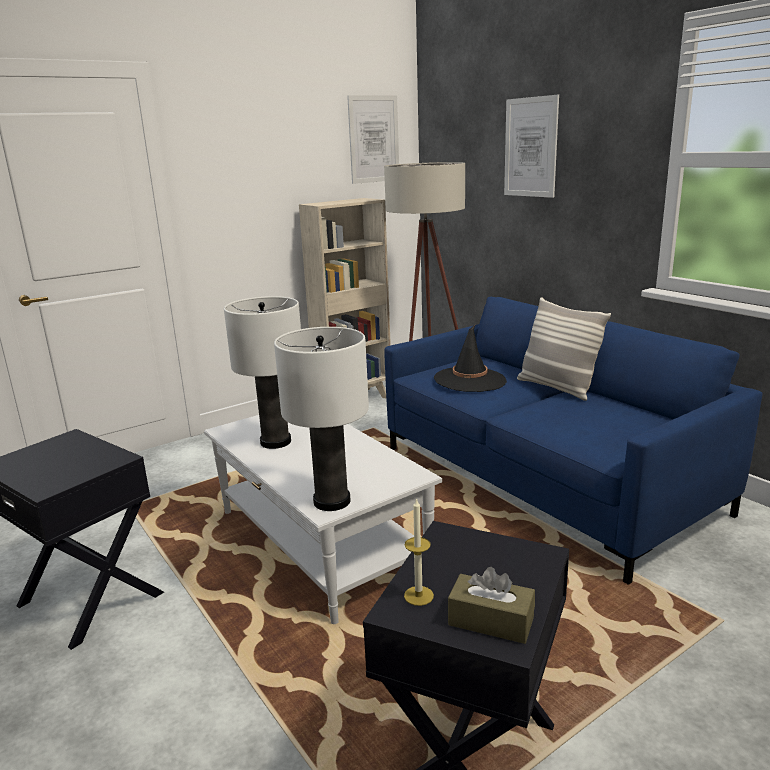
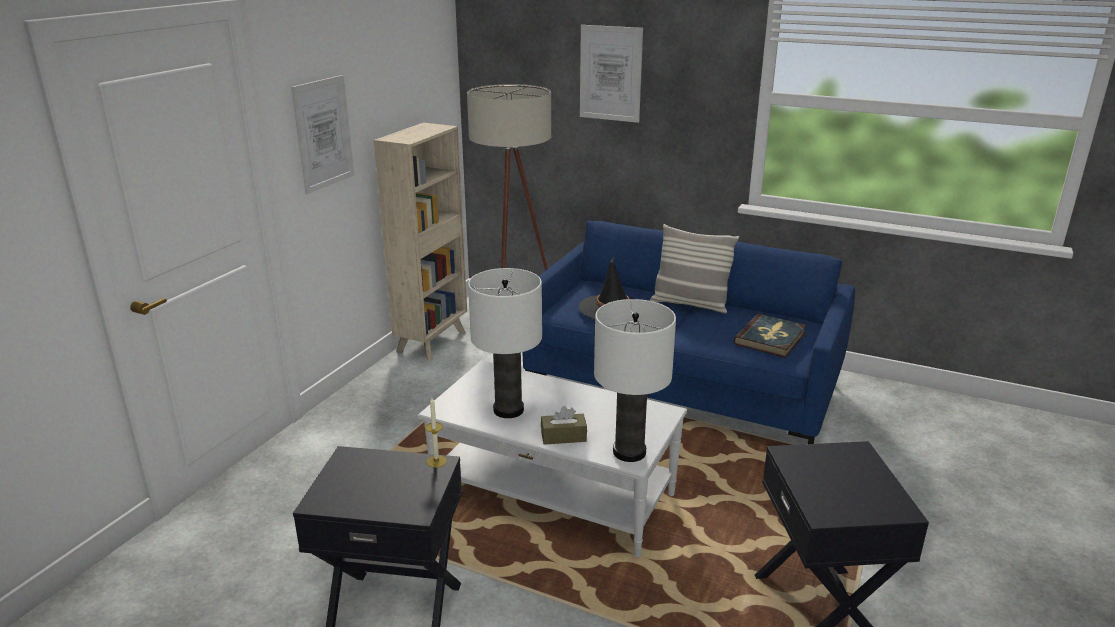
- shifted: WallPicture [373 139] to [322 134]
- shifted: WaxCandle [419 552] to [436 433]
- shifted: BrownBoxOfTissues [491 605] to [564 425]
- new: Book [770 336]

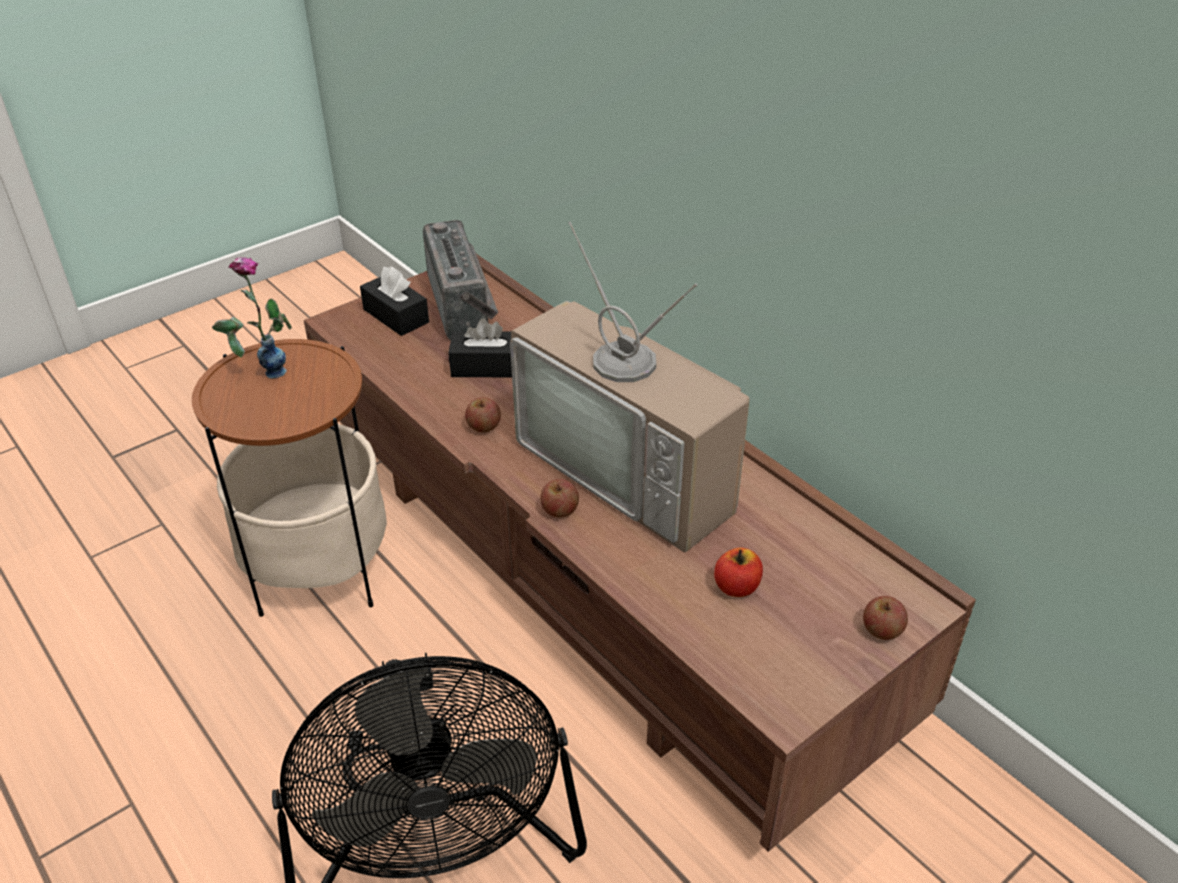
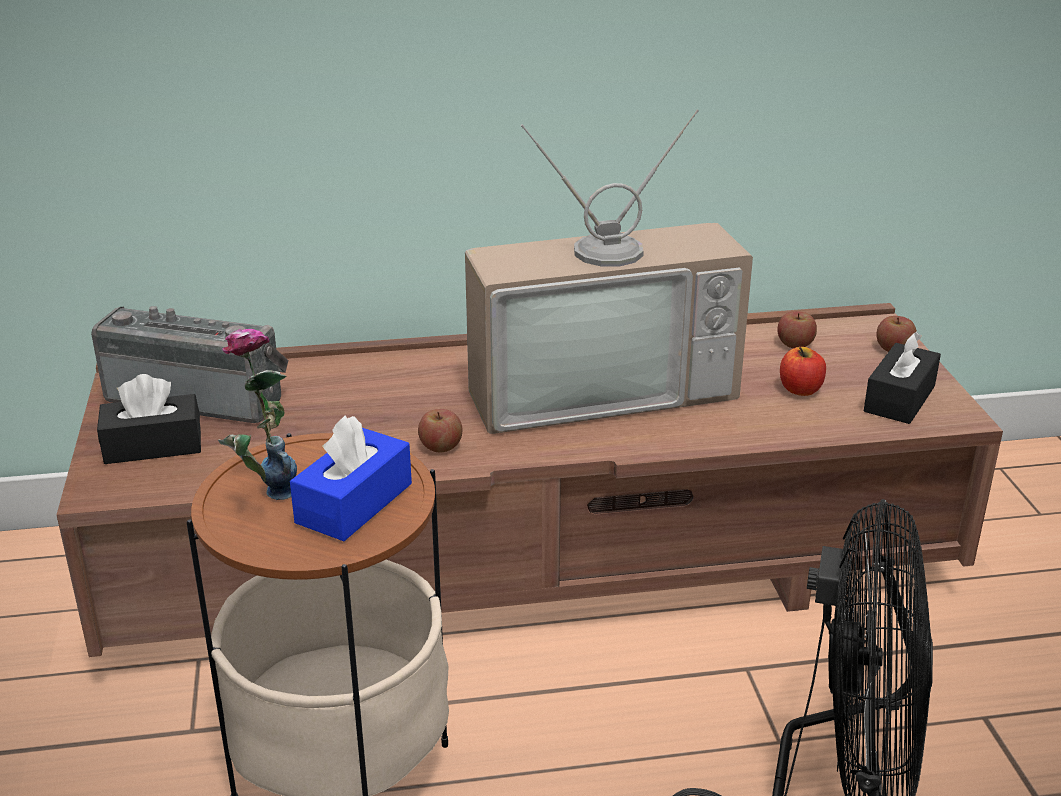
- shifted: BlackColouredBoxOfTissues [480 347] to [902 378]
- shifted: WholeApple [559 498] to [797 329]
- new: BlueBoxOfTissues [351 478]

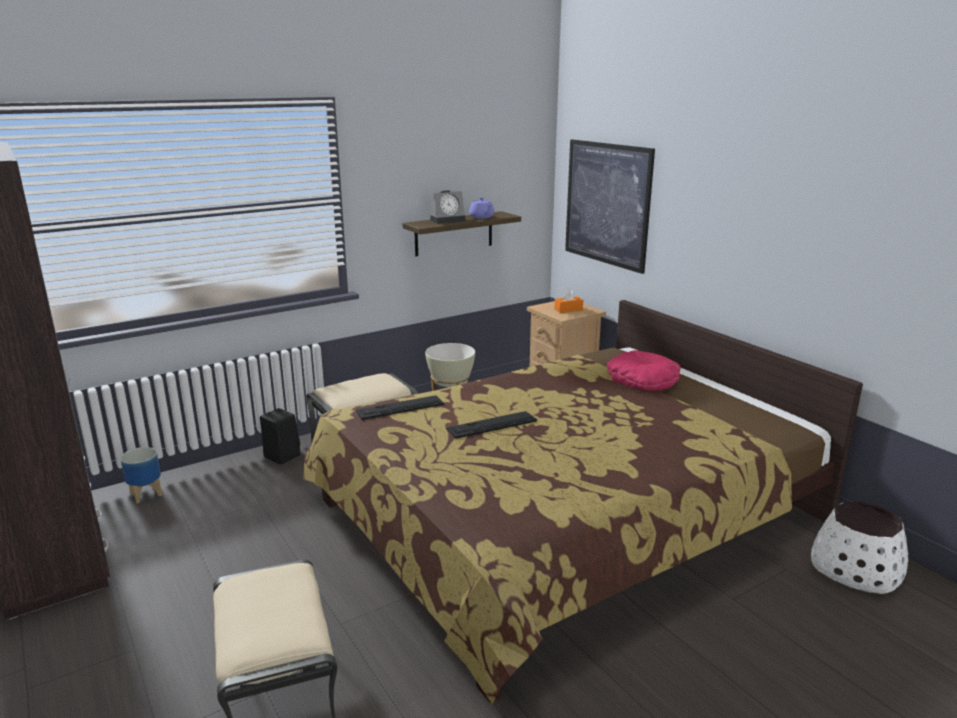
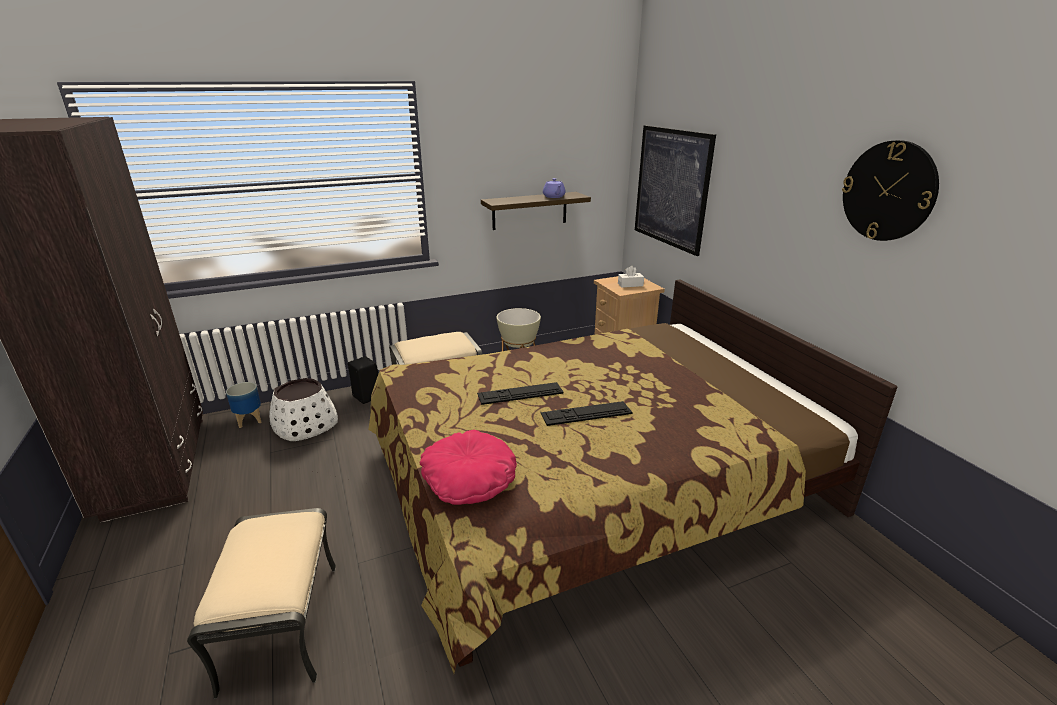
- shifted: PcKeyboard [400 408] to [586 413]
- gone: TableClock [447 207]
- repainted: OrangeBoxOfTissues [568 301] to WhitishBoxOfTissues [631 277]
- shifted: PinkColouredCushion [644 370] to [468 467]
- shifted: WhitishPlanter [859 547] to [303 409]
- new: WallClock [890 190]

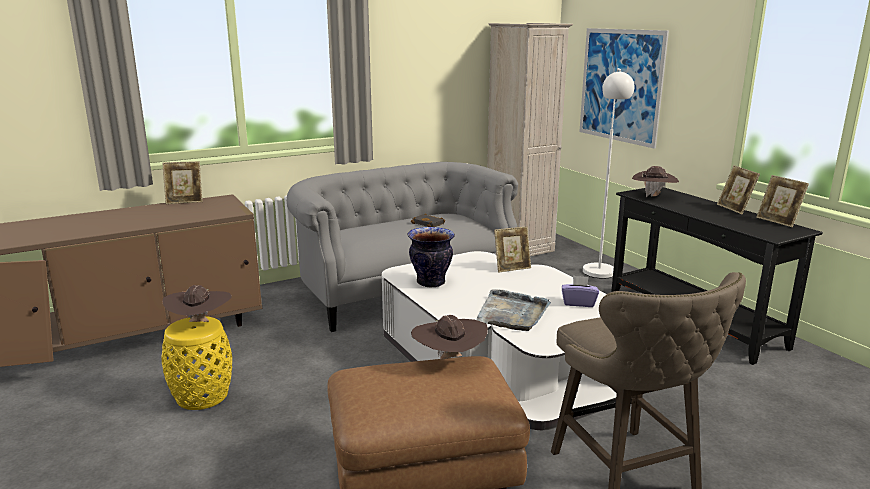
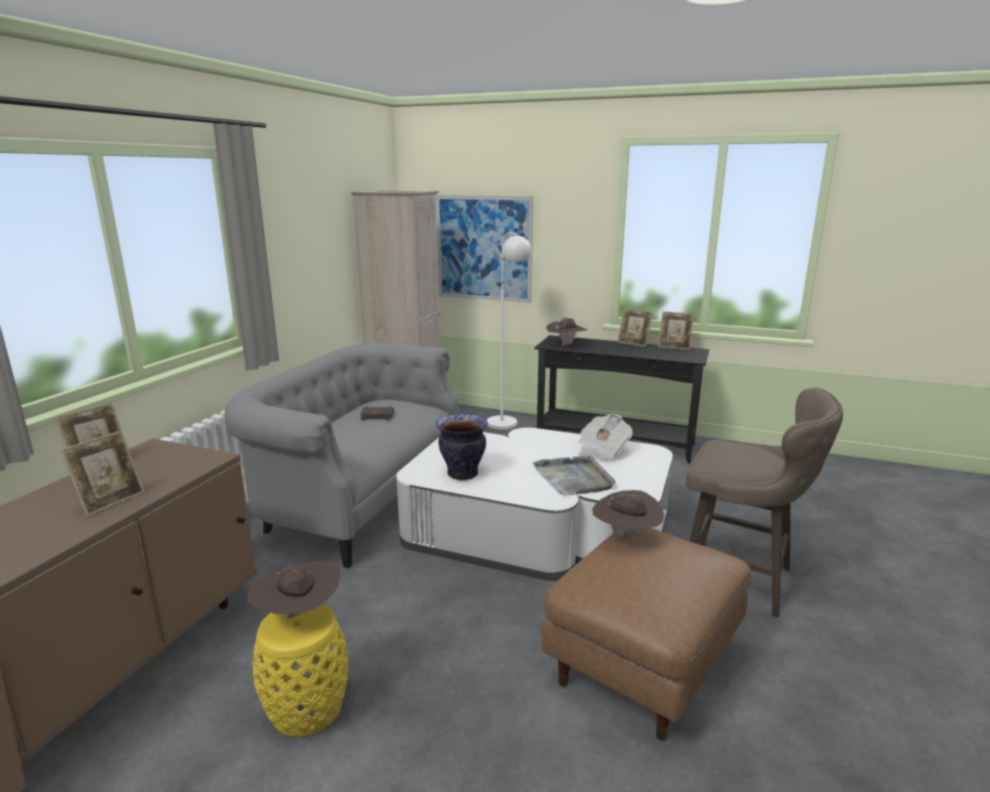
- shifted: PhotoFrame [512 250] to [102 473]
- swapped: PurpleColouredBoxOfTissues [580 291] to DailyPaper [605 437]

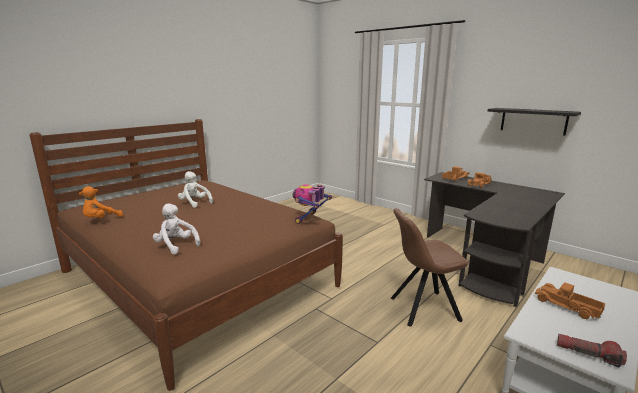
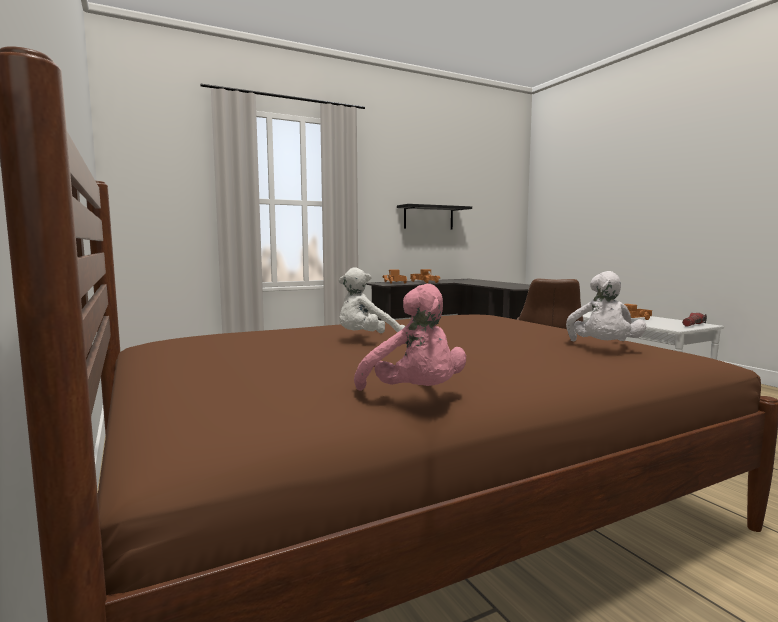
- repainted: OrangeCuddlyToy [101 202] to PinkColouredCuddlyToy [410 337]
- rotated: WhitishCuddlyToy [176 229] = [606 306] 45 degrees counterclockwise
- gone: ModelRobot [312 204]

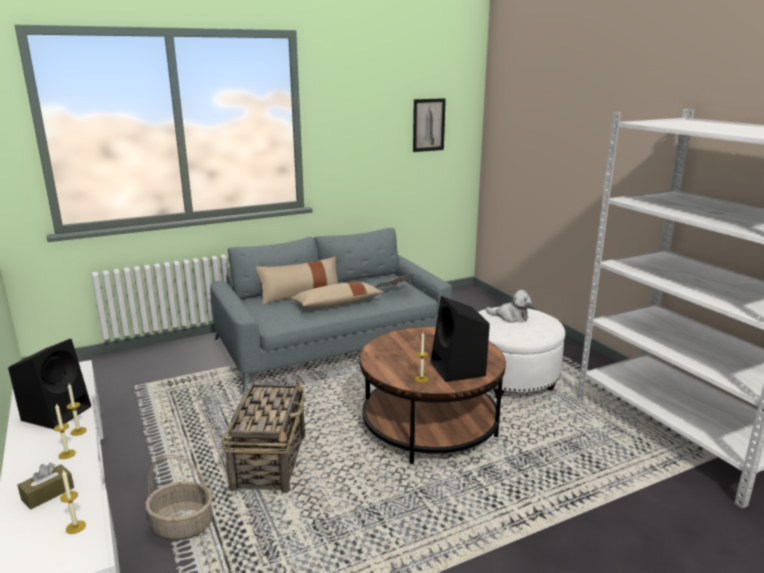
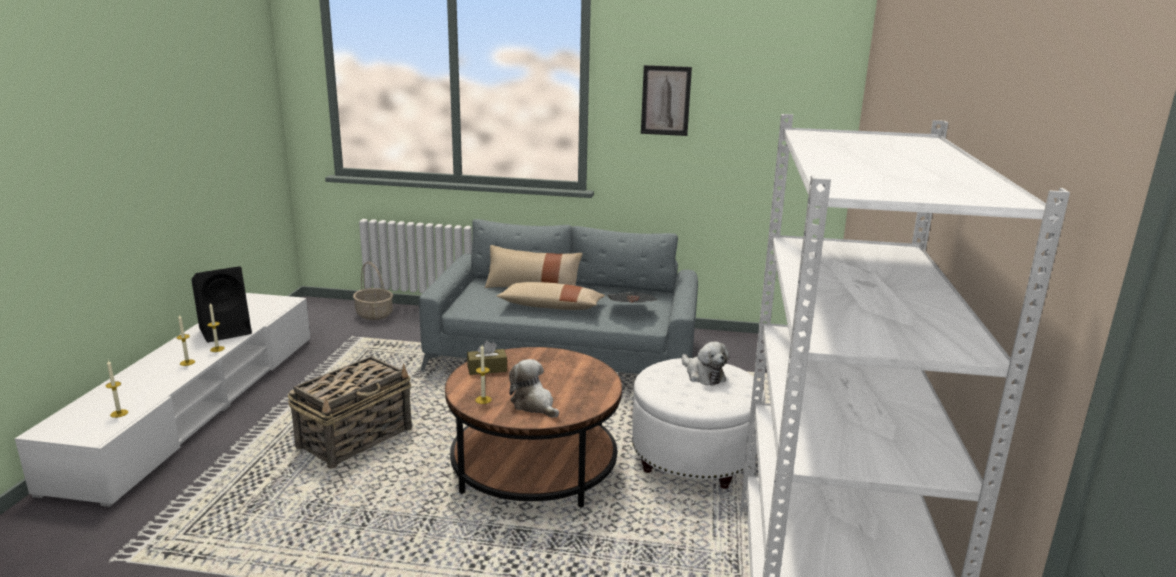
- shifted: BrownBoxOfTissues [46 486] to [487 358]
- shifted: Basket [179 497] to [373 291]
- shifted: WallPicture [429 125] to [666 100]
- swapped: BlackColouredAudioSpeaker [460 339] to CuddlyToy [534 388]

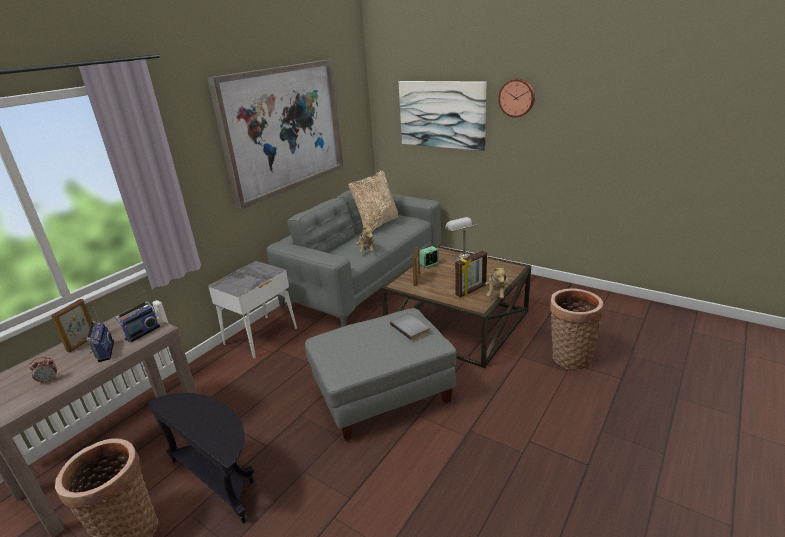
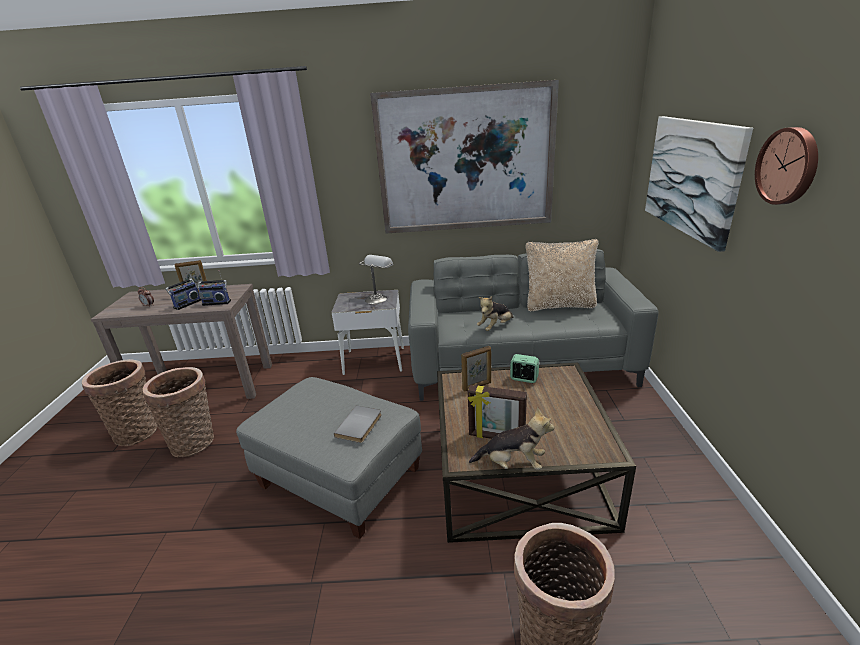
- swapped: BlackColouredAccentTable [200 458] to Basket [178 412]
- shifted: WhitishLampForATable [461 239] to [376 279]
- rotated: CuddlyToy [497 282] = [511 438] 150 degrees counterclockwise

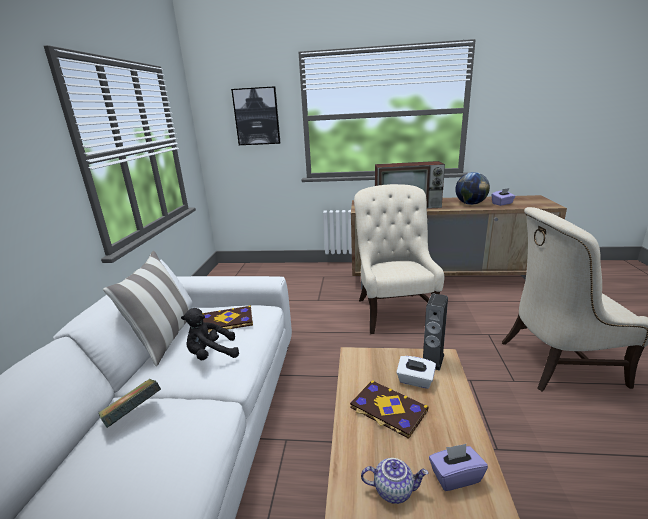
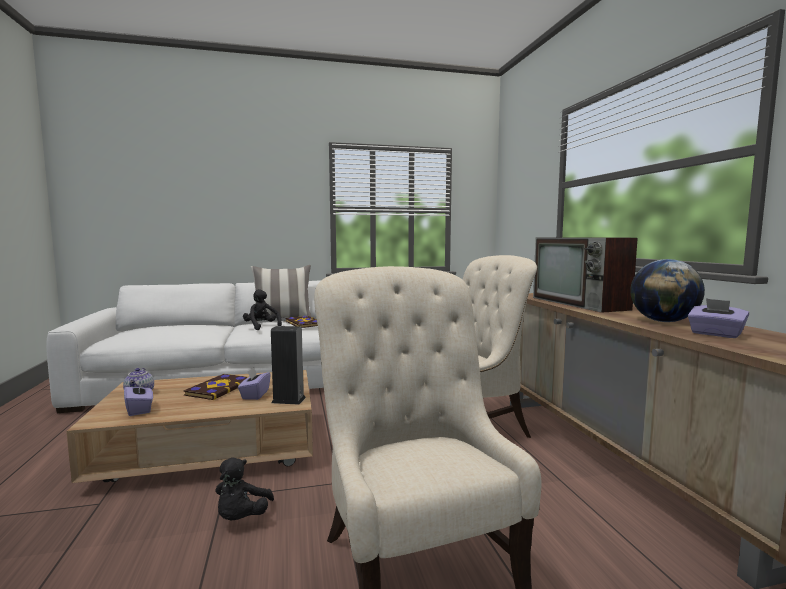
- gone: Book [130 403]
- gone: WallPicture [255 115]
- repainted: WhitishBoxOfTissues [416 372] to PurpleColouredBoxOfTissues [254 383]
- new: BlackColouredCuddlyToy [244 488]

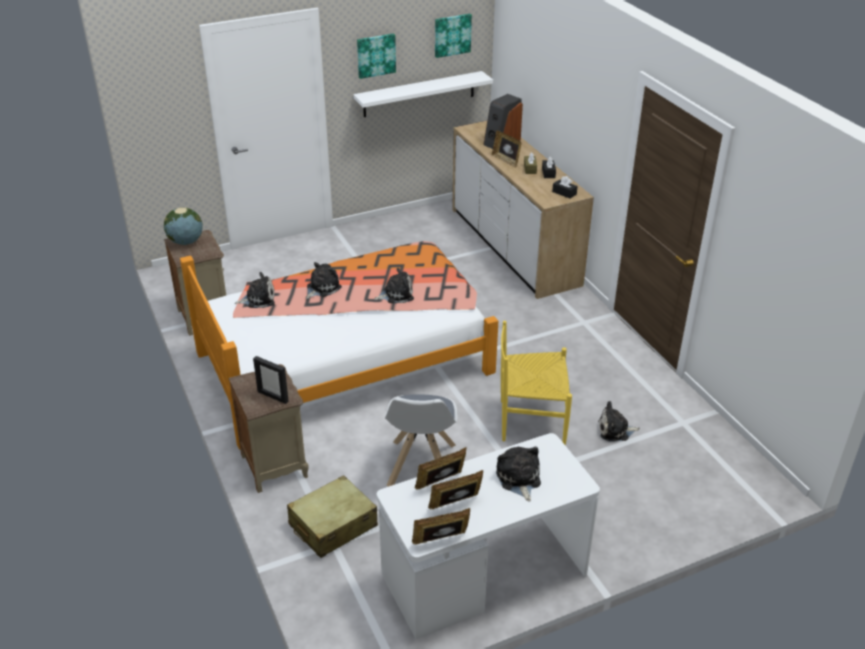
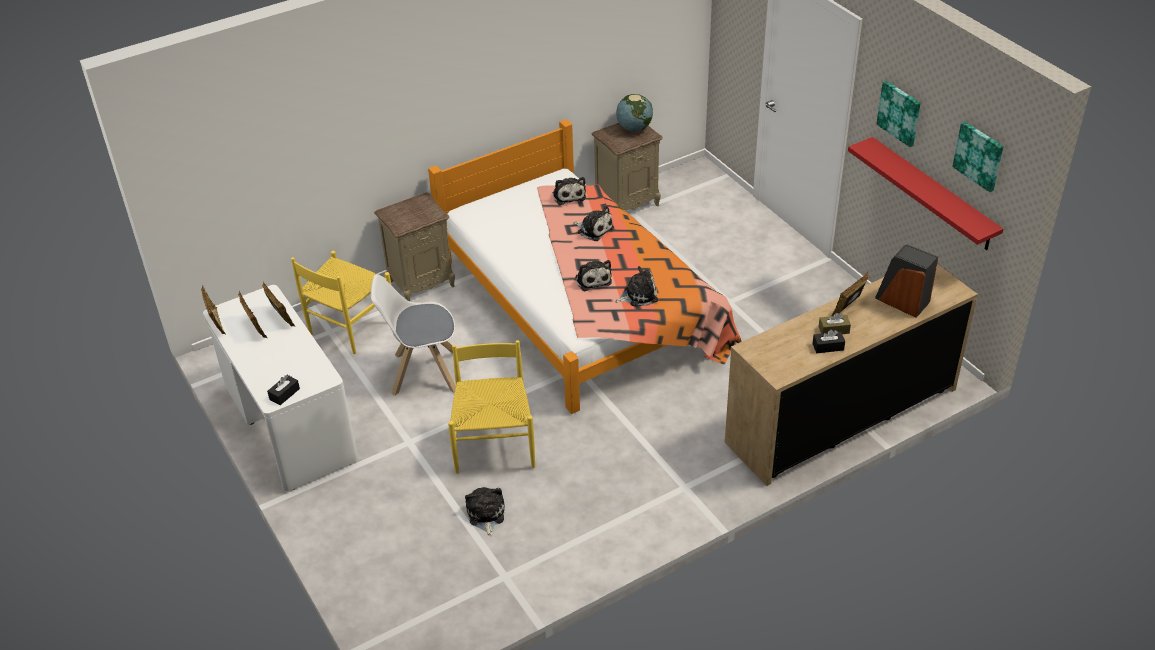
- gone: PhotoFrame [271 380]
- swapped: BeigePieceOfLuggage [332 516] to YellowColouredPlainChair [341 302]
- repainted: WhitishShelf [423 94] to RedShelf [925 193]
- shifted: CuddlyToy [518 474] to [636 286]
- shifted: BlackColouredBoxOfTissues [565 187] to [283 390]

